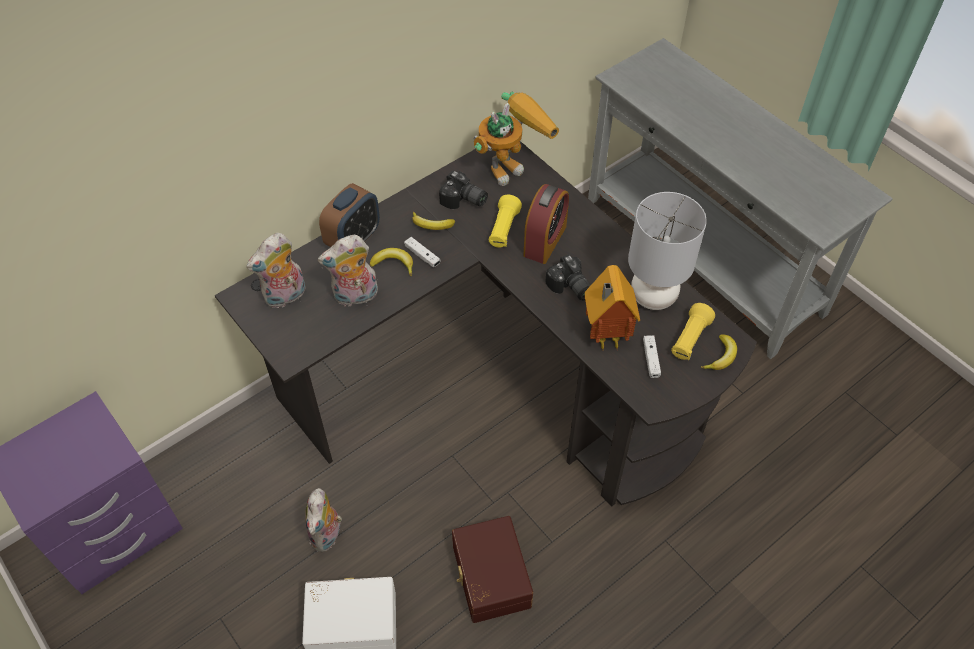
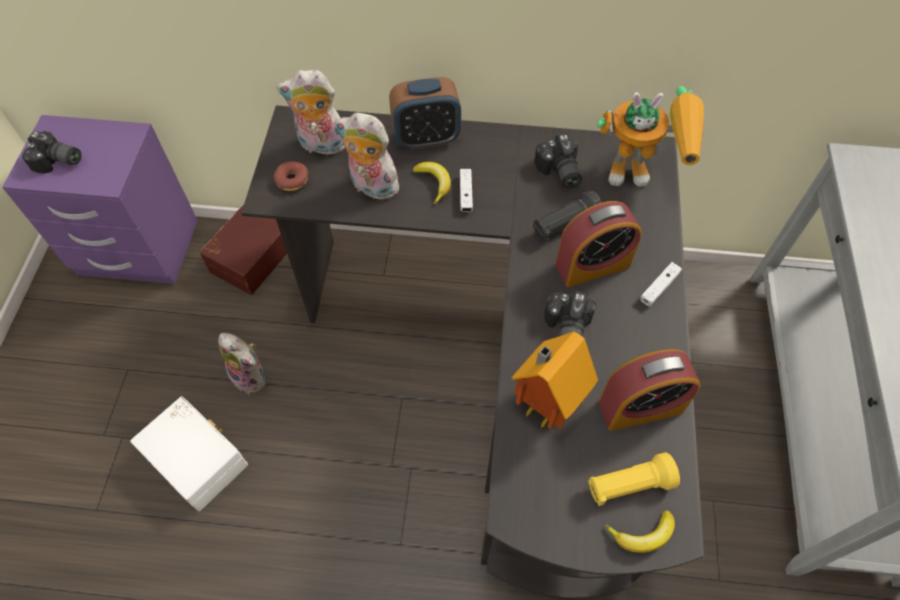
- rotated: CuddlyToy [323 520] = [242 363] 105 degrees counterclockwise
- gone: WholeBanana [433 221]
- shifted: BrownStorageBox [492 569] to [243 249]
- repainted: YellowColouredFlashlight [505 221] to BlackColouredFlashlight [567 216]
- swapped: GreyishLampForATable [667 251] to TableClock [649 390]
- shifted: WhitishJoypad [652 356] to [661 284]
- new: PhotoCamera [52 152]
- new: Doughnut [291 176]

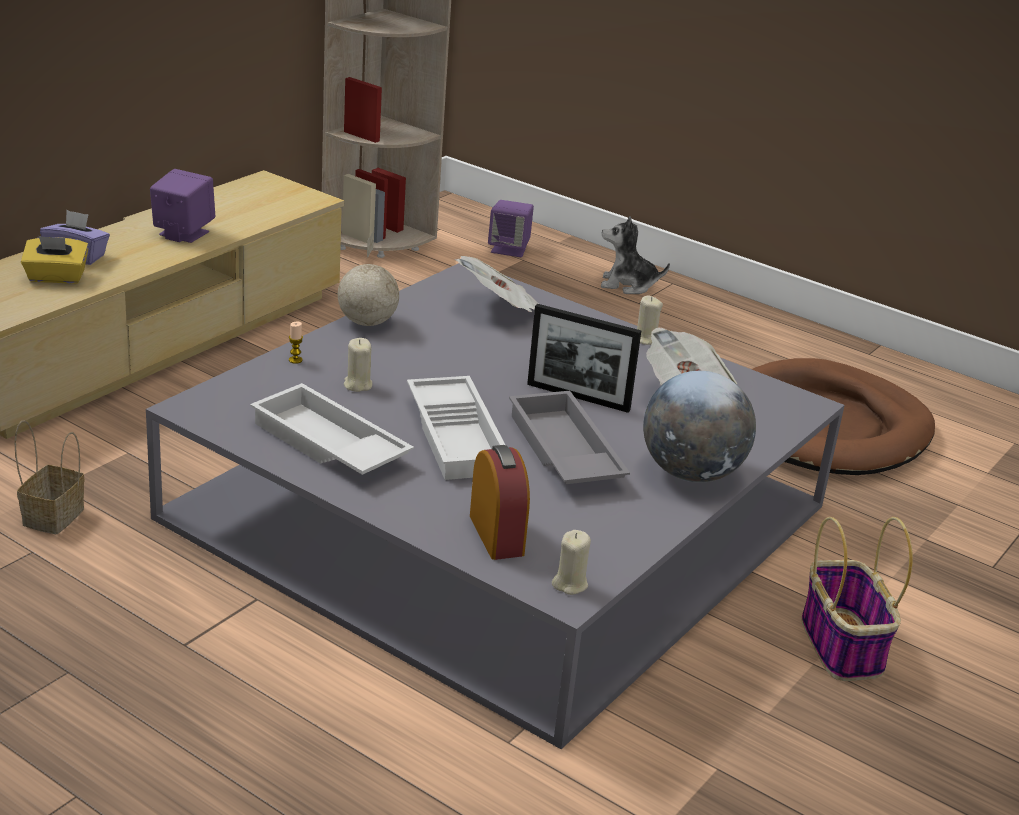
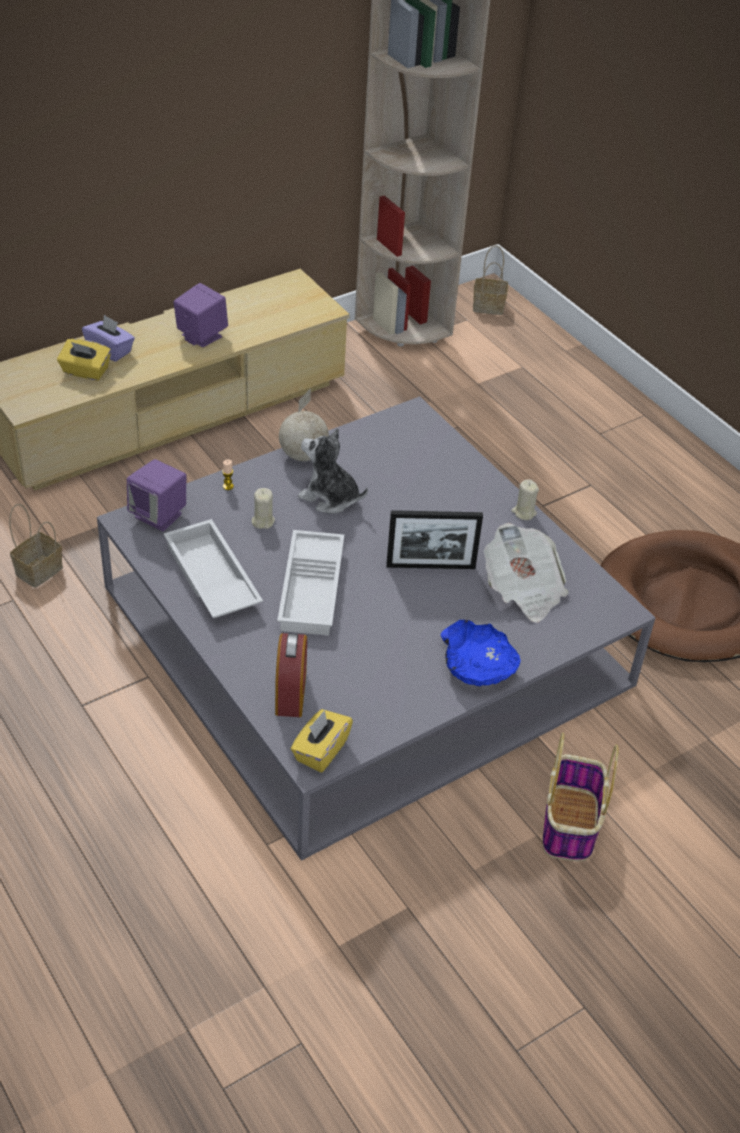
- gone: DailyPaper [497 284]
- shifted: PurpleColouredAudioSpeaker [511 228] to [156 495]
- gone: GreyishCarryingTray [569 437]
- rotated: PhotoFrame [584 358] = [435 539] 45 degrees counterclockwise
- swapped: BeigeWaxCandle [571 562] to YellowColouredBoxOfTissues [322 741]
- shifted: CuddlyToy [635 255] to [333 471]
- swapped: WorldGlobe [699 427] to BlueBowl [481 653]
- new: Basket [490 280]

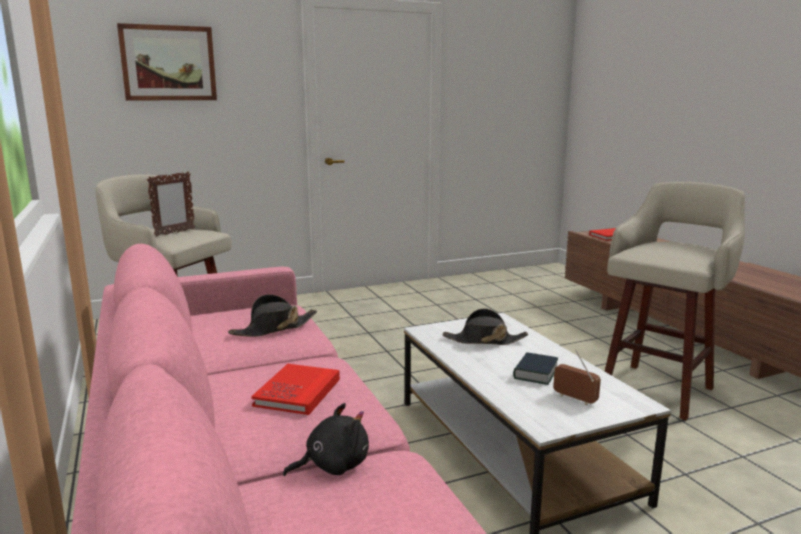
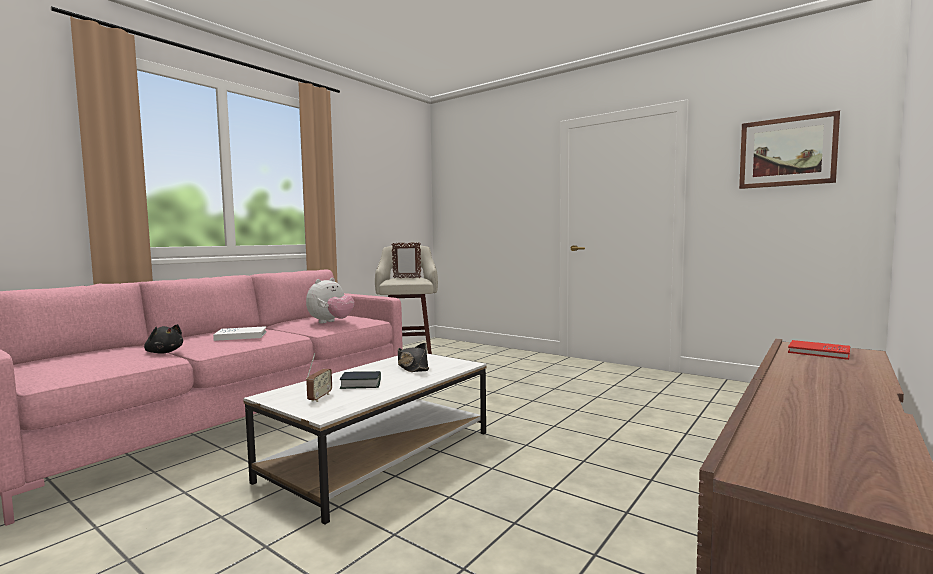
- shifted: WallPicture [167 61] to [789 150]
- swapped: BlackColouredClothingHat [272 315] to CuddlyToy [330 300]
- repainted: RedBook [295 389] to WhitishBook [240 333]
- gone: BeigeStoolSeat [675 301]

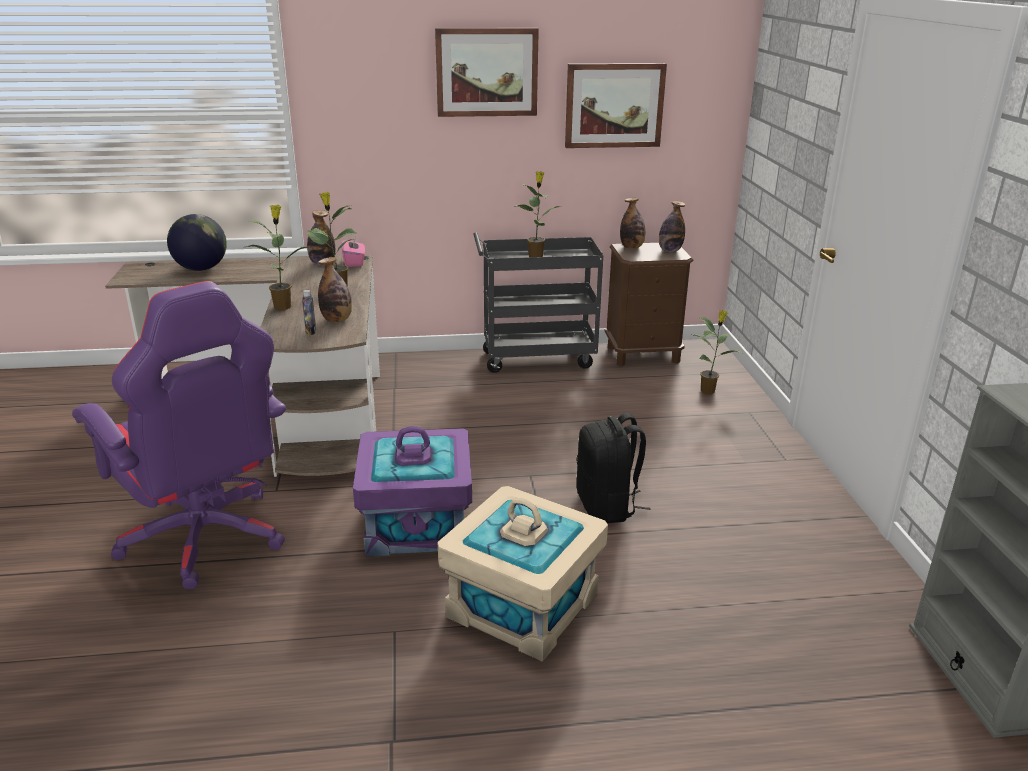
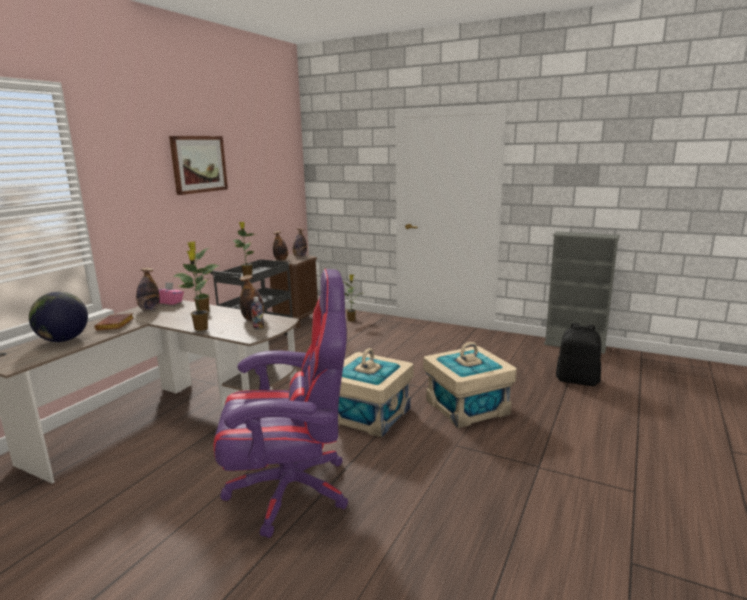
- repainted: PurpleColouredStorageBox [412 491] to BeigeStorageBox [375 393]
- gone: WallPicture [616 105]
- shifted: BlackColouredRucksack [614 468] to [578 354]
- new: BrownBook [114 321]

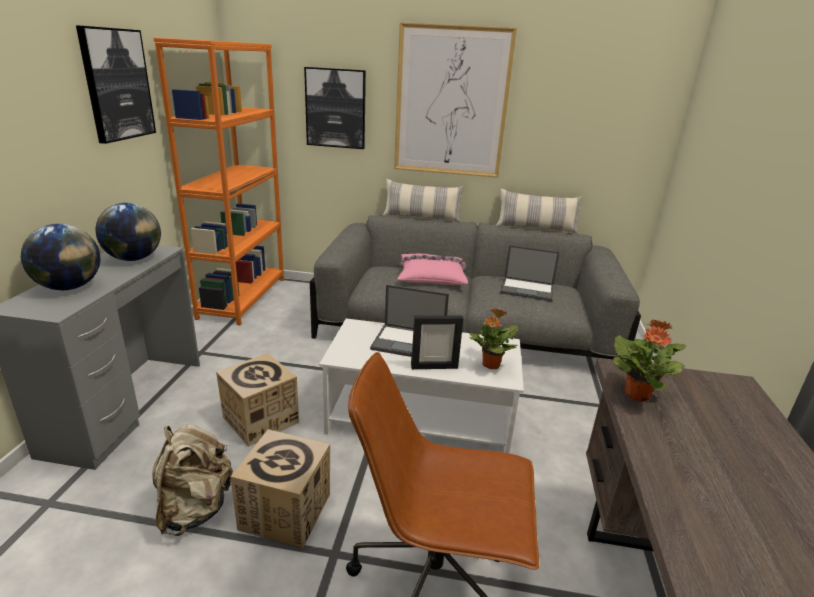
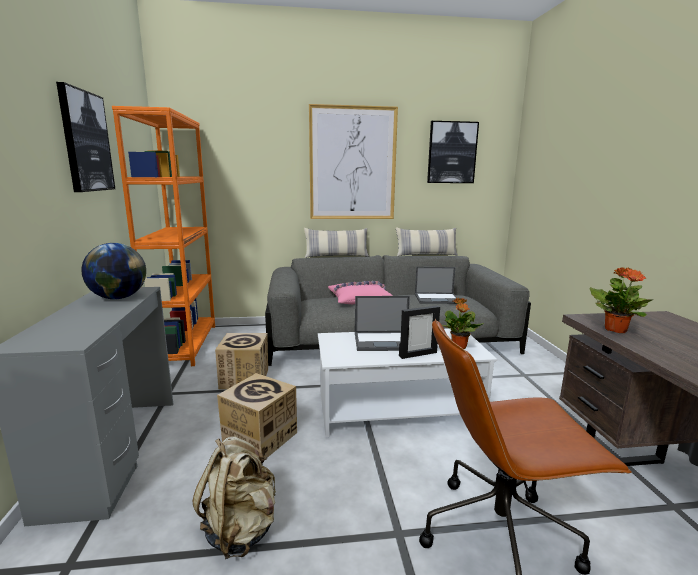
- gone: WorldGlobe [61 257]
- shifted: CardboardBox [280 488] to [241 361]
- shifted: WallPicture [335 108] to [453 152]

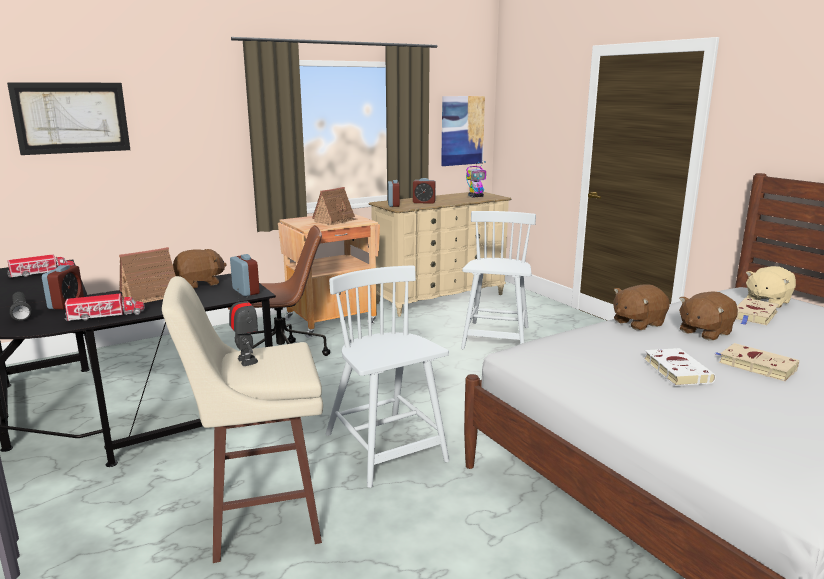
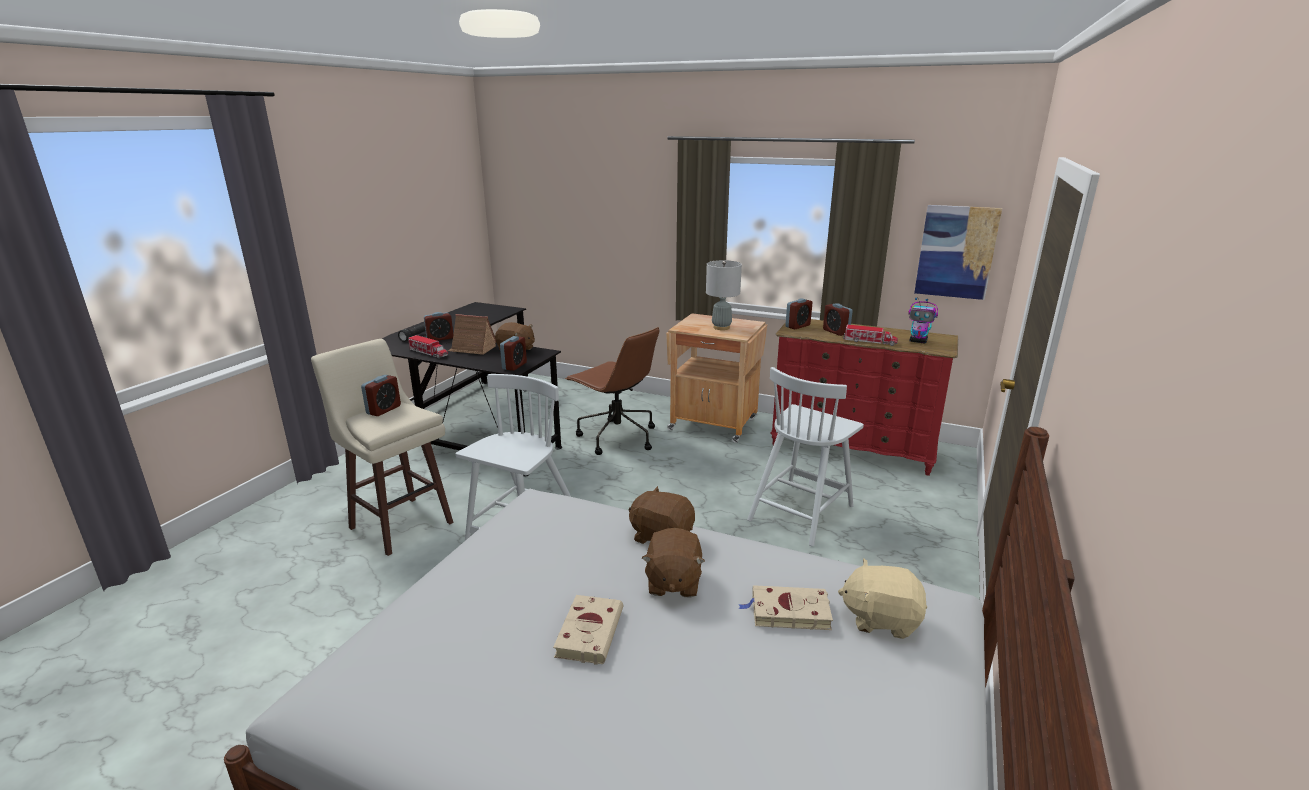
- gone: WallPicture [68 118]
- shifted: ToyTruck [41 265] to [870 335]
- swapped: ModelRobot [243 327] to TableClock [381 395]
- swapped: MiniatureHouse [334 206] to GreyishLampForATable [724 295]
- repainted: BeigeDrawerChest [440 254] to RedDrawerChest [864 397]
- rotated: WhitishPlainChair [498 280] = [805 456] 150 degrees clockwise
- gone: WhitishBook [680 367]
- rotated: BrownCuddlyToy [708 316] = [673 563] 105 degrees counterclockwise

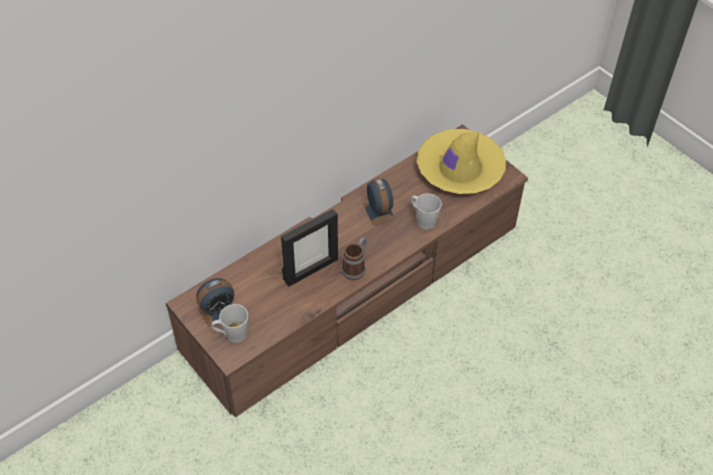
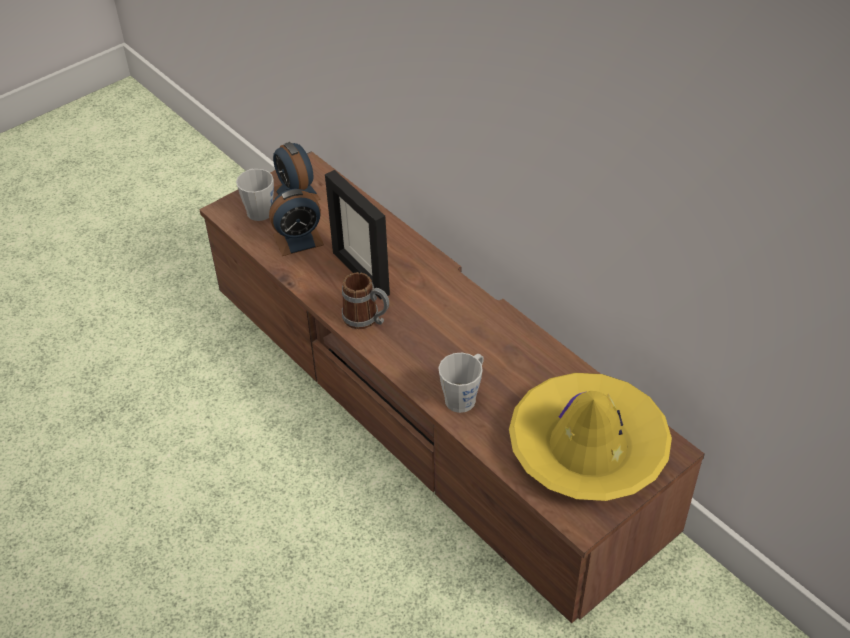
- shifted: TableClock [379 202] to [296 222]

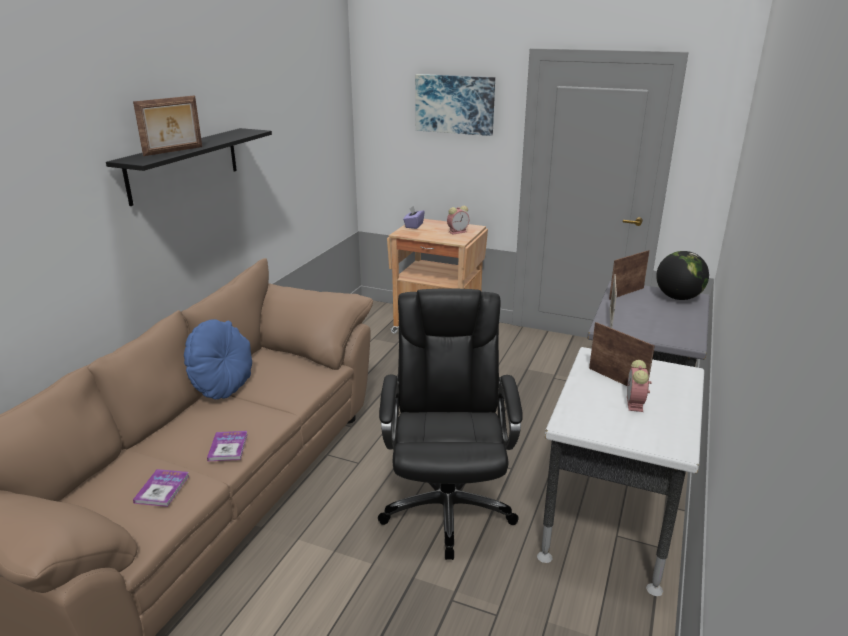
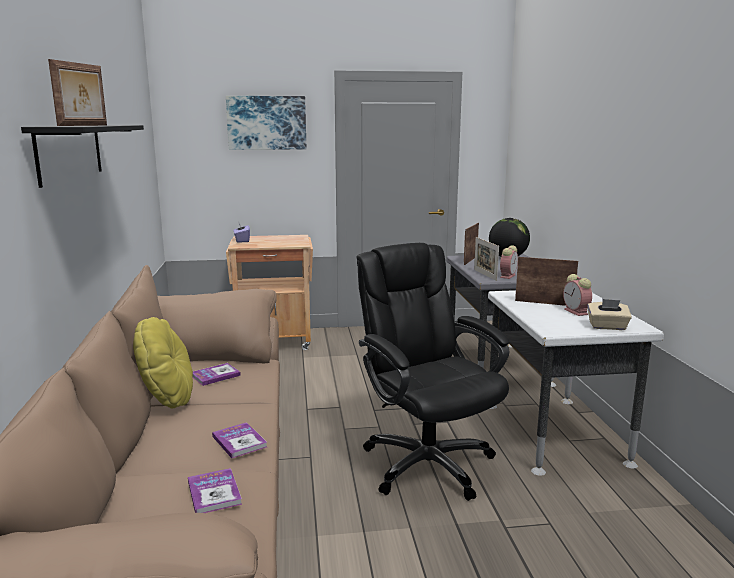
- repainted: BlueCushion [218 359] to YellowColouredCushion [163 363]
- shifted: TableClock [458 220] to [509 262]
- new: Book [217 374]
- new: BeigeBoxOfTissues [609 314]

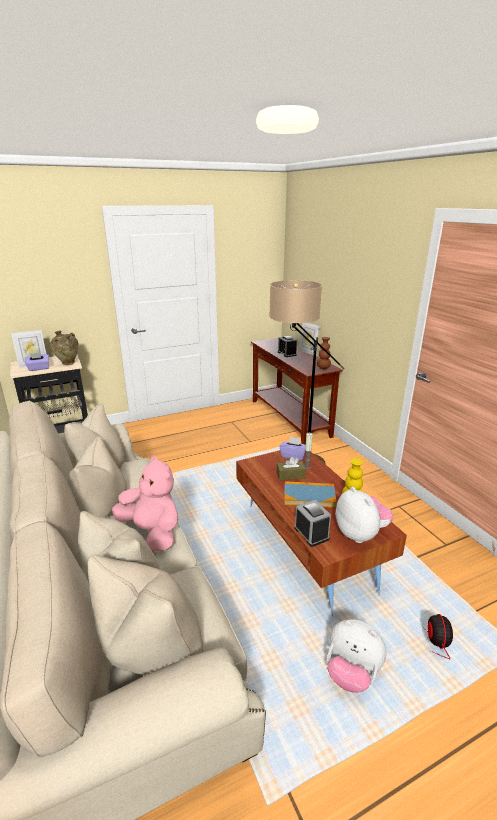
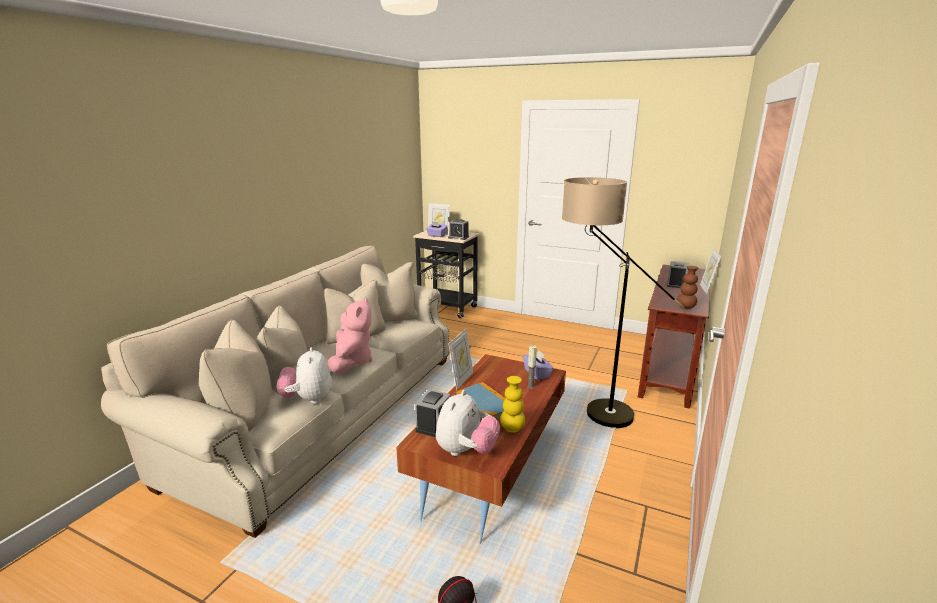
- swapped: BeigeFlowerVase [64 347] to TableClock [458 229]
- gone: BrownBoxOfTissues [291 468]
- shifted: CuddlyToy [356 656] to [304 375]
- new: PhotoFrame [460 359]

